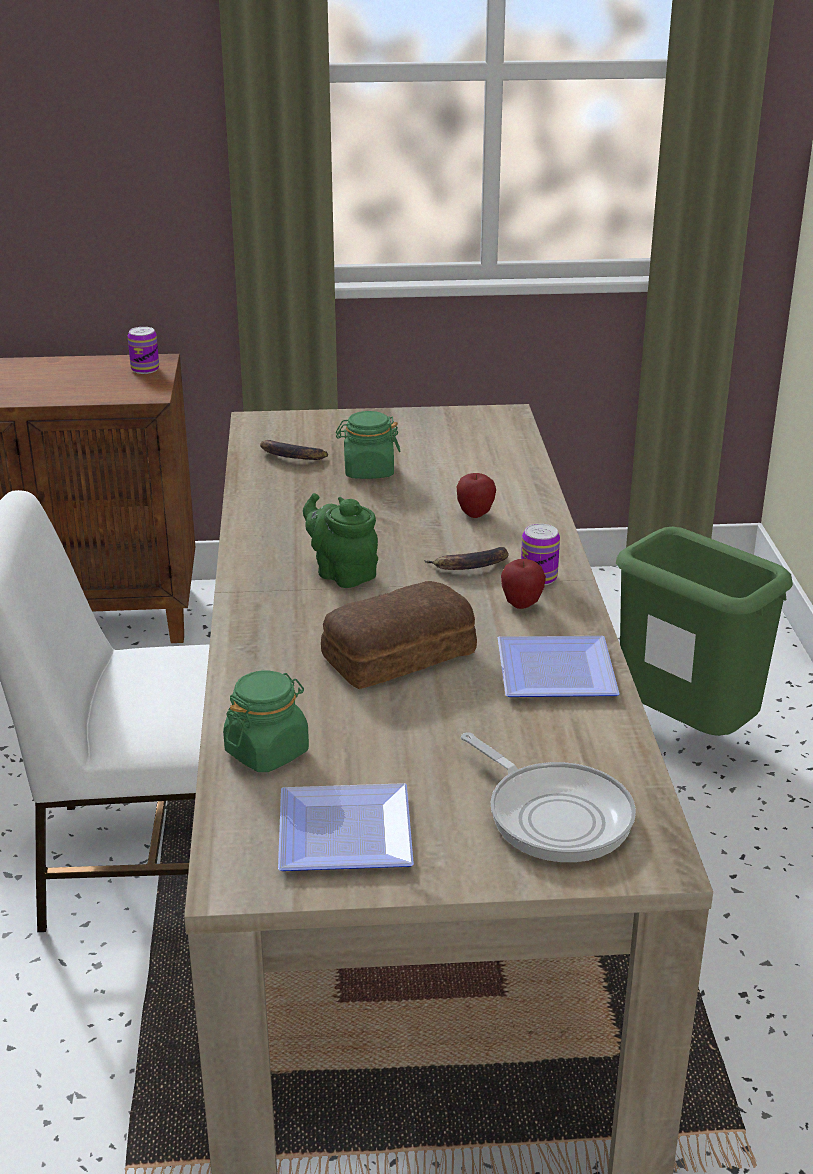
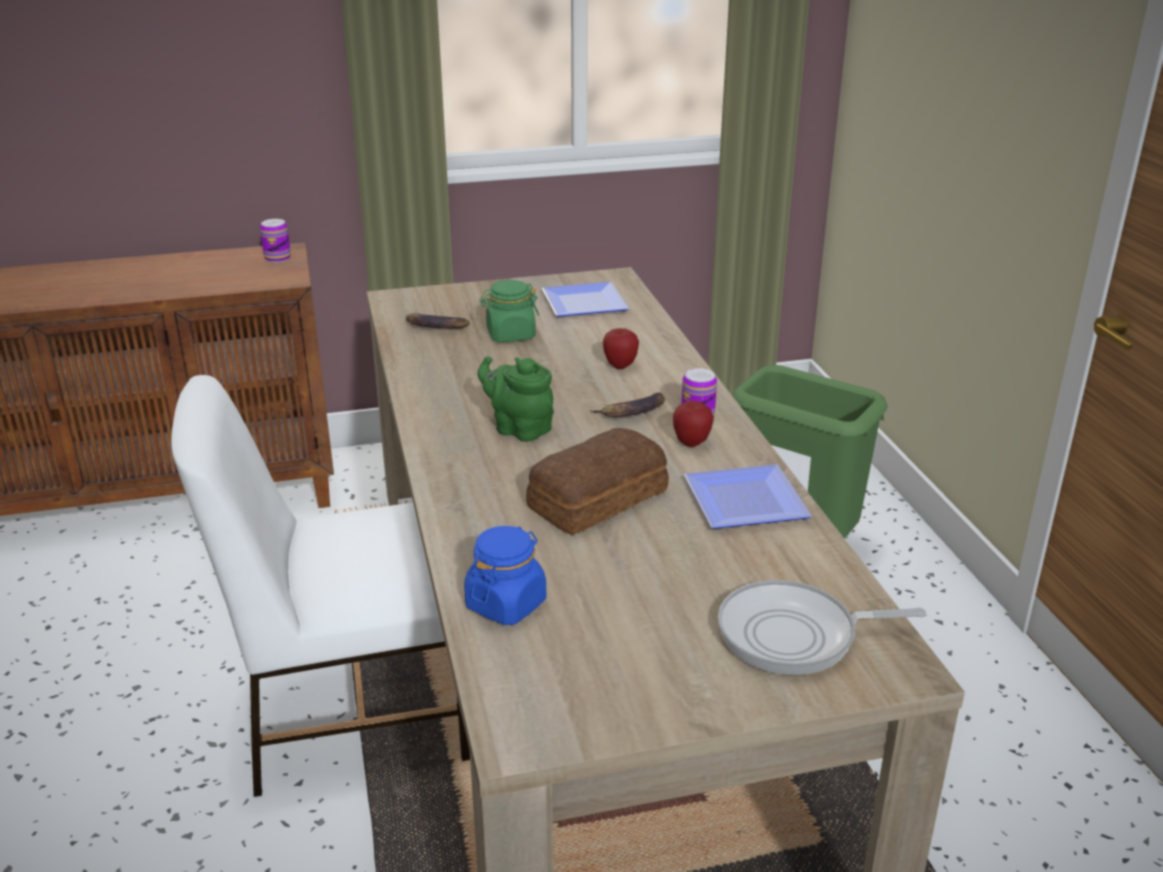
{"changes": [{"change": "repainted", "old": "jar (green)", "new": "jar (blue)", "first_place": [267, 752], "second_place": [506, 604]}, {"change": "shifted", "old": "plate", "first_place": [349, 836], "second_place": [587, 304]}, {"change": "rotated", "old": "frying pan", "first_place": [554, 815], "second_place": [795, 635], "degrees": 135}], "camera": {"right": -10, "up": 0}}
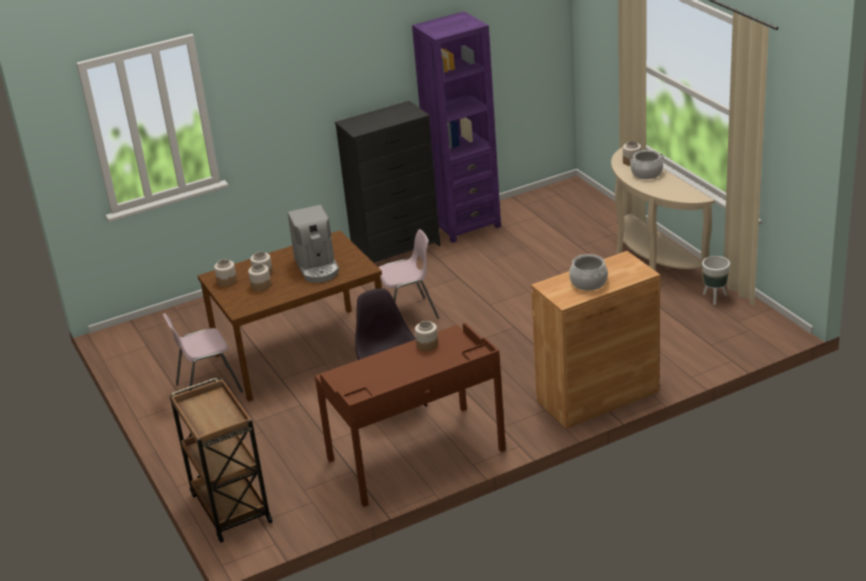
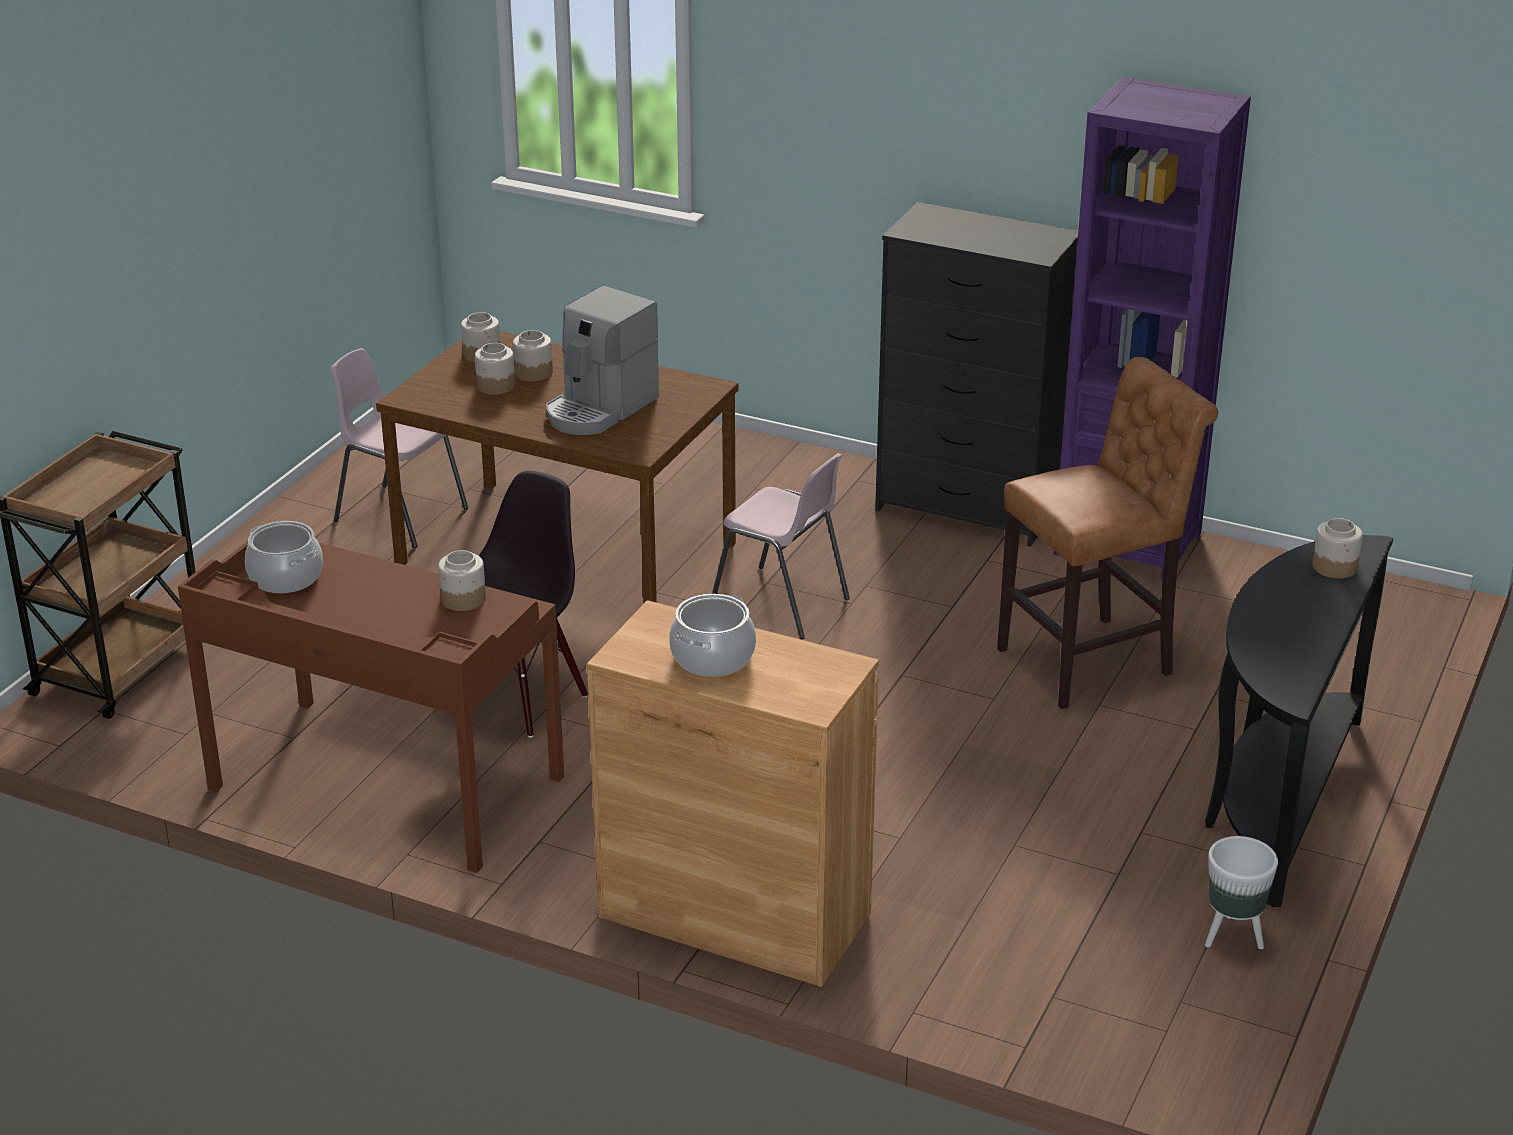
{"changes": [{"change": "repainted", "old": "console table (beige)", "new": "console table (black)", "first_place": [651, 259], "second_place": [1276, 799]}, {"change": "shifted", "old": "cooking pot", "first_place": [646, 173], "second_place": [285, 577]}, {"change": "new", "new": "stool (brown)", "second_place": [1093, 660]}], "camera": {"right": 50, "up": 0}}
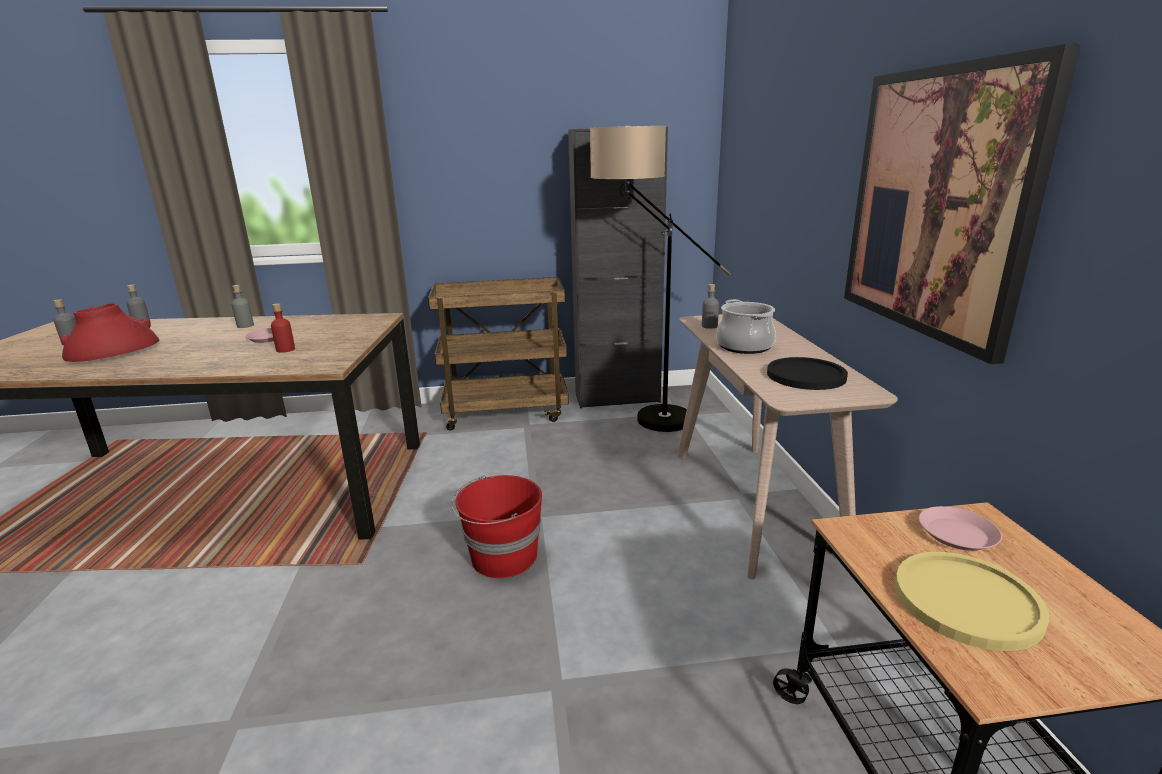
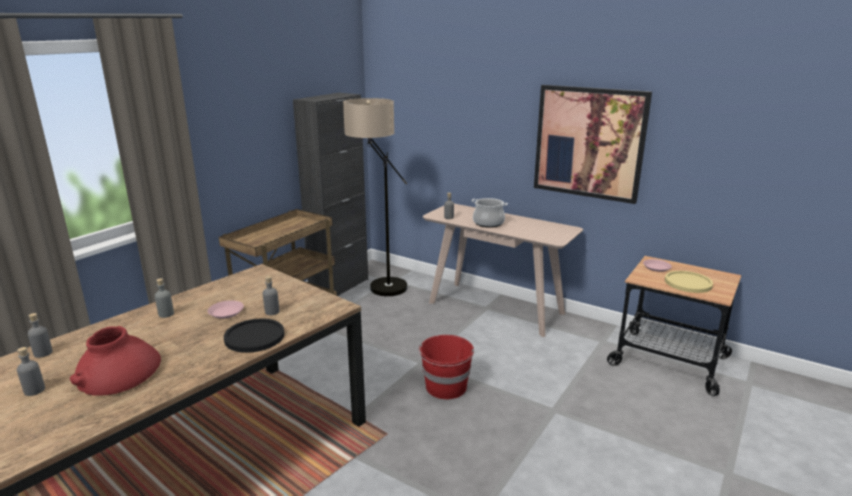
{"changes": [{"change": "repainted", "old": "bottle (red)", "new": "bottle (grey)", "first_place": [285, 349], "second_place": [272, 312]}, {"change": "shifted", "old": "plate (black)", "first_place": [806, 375], "second_place": [254, 337]}], "camera": {"right": -50, "up": 0}}
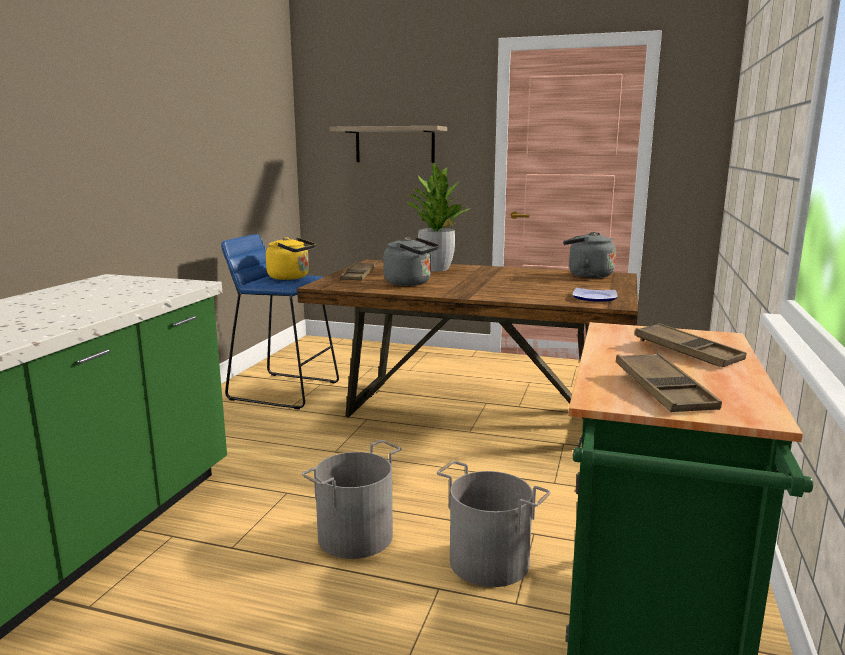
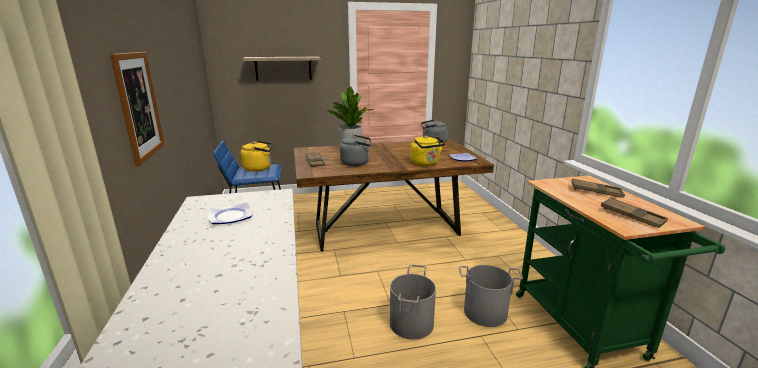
{"changes": [{"change": "new", "new": "picture", "second_place": [139, 106]}, {"change": "new", "new": "plate", "second_place": [231, 216]}, {"change": "new", "new": "kettle (yellow)", "second_place": [426, 163]}], "camera": {"right": -30, "up": 5}}
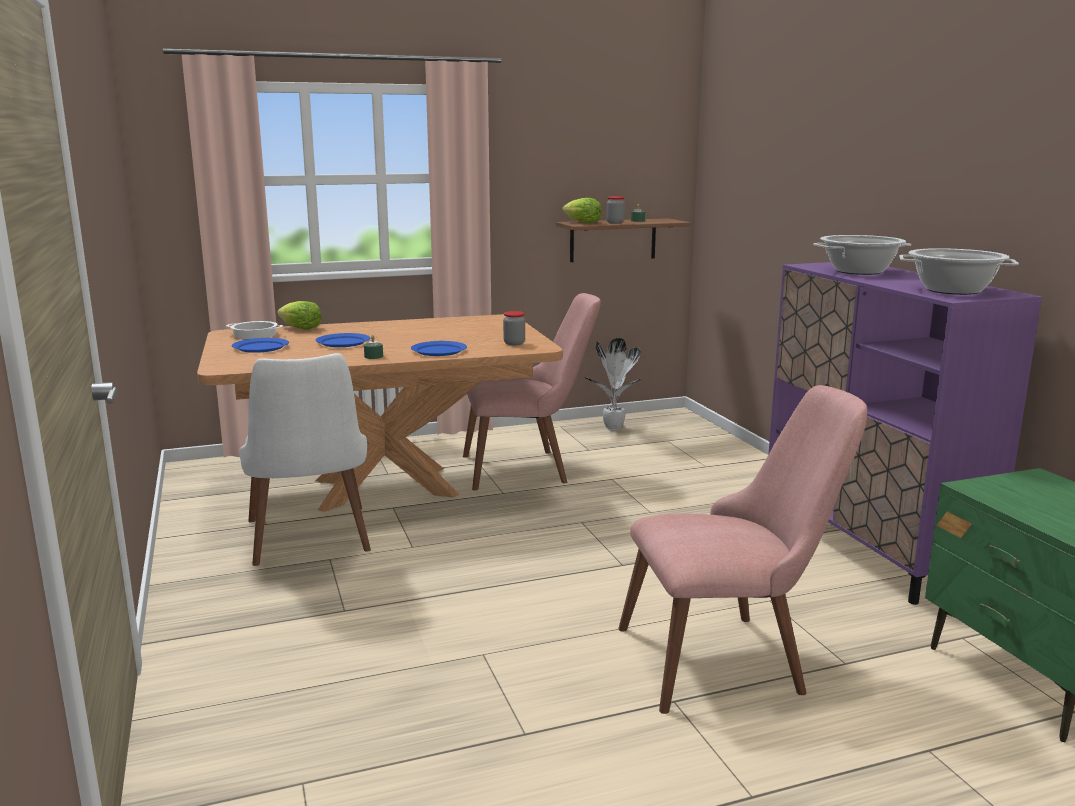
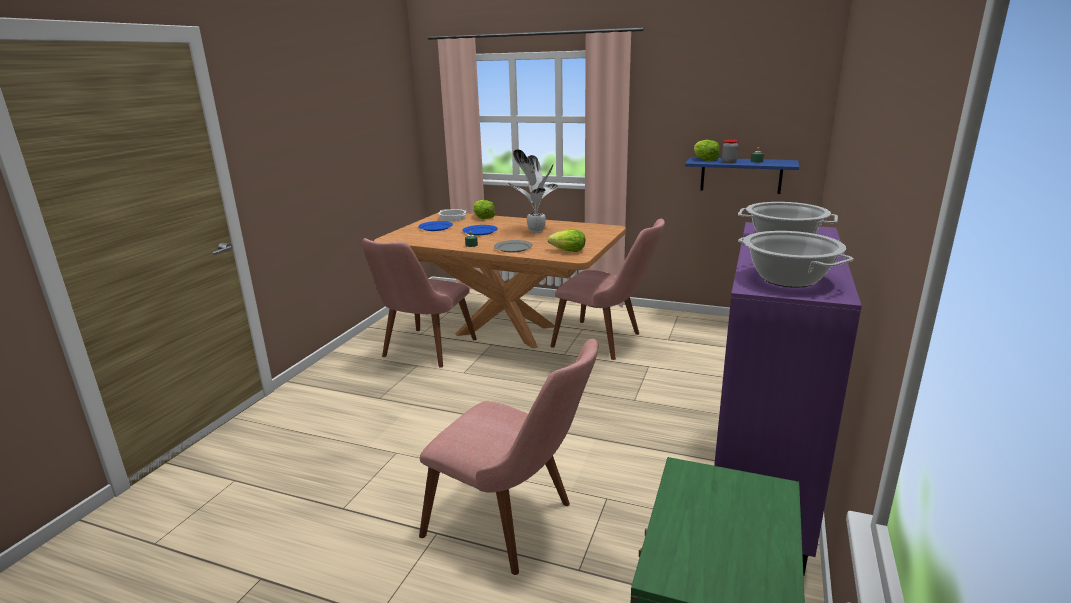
{"changes": [{"change": "repainted", "old": "chair (white)", "new": "chair (pink)", "first_place": [311, 542], "second_place": [423, 352]}, {"change": "repainted", "old": "plate (blue)", "new": "plate (grey)", "first_place": [439, 351], "second_place": [513, 248]}, {"change": "swapped", "old": "jar", "new": "lettuce", "first_place": [514, 343], "second_place": [568, 251]}, {"change": "repainted", "old": "shelf (brown)", "new": "shelf (blue)", "first_place": [613, 240], "second_place": [741, 175]}, {"change": "shifted", "old": "potted plant", "first_place": [613, 428], "second_place": [535, 231]}], "camera": {"right": 40, "up": 5}}
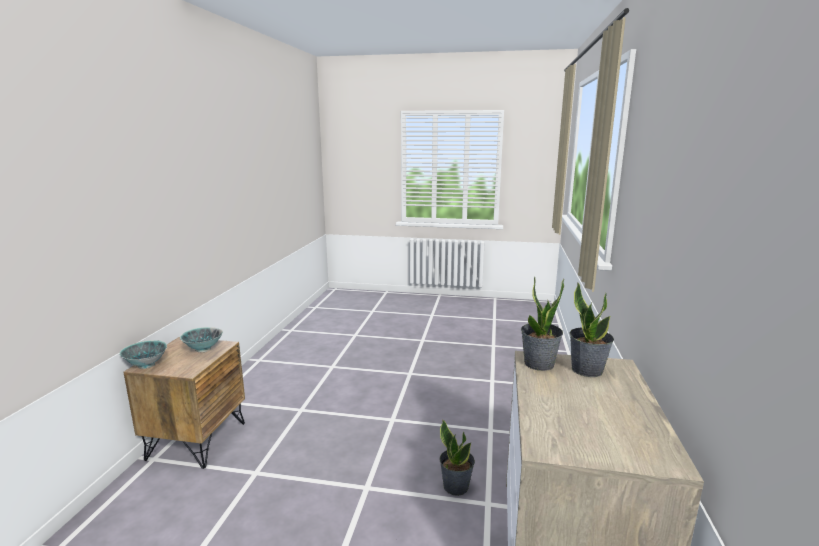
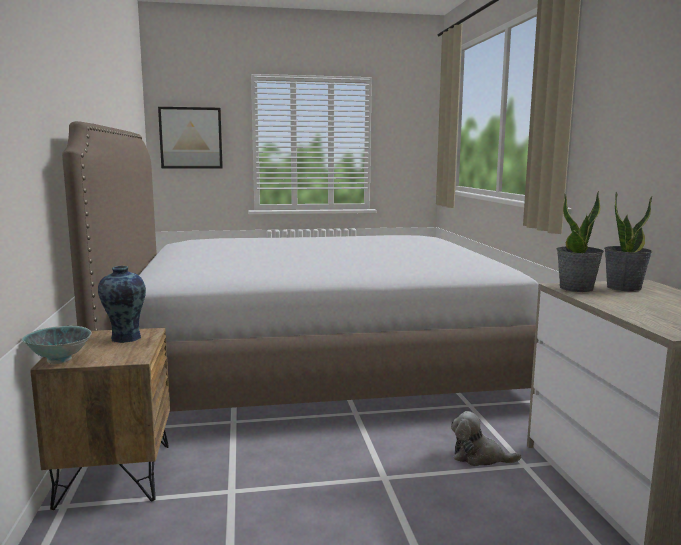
{"changes": [{"change": "swapped", "old": "bowl", "new": "vase", "first_place": [203, 350], "second_place": [125, 338]}, {"change": "swapped", "old": "potted plant", "new": "plush toy", "first_place": [456, 486], "second_place": [479, 457]}, {"change": "new", "new": "bed", "second_place": [317, 367]}, {"change": "new", "new": "picture", "second_place": [191, 138]}], "camera": {"right": -20, "up": -5}}
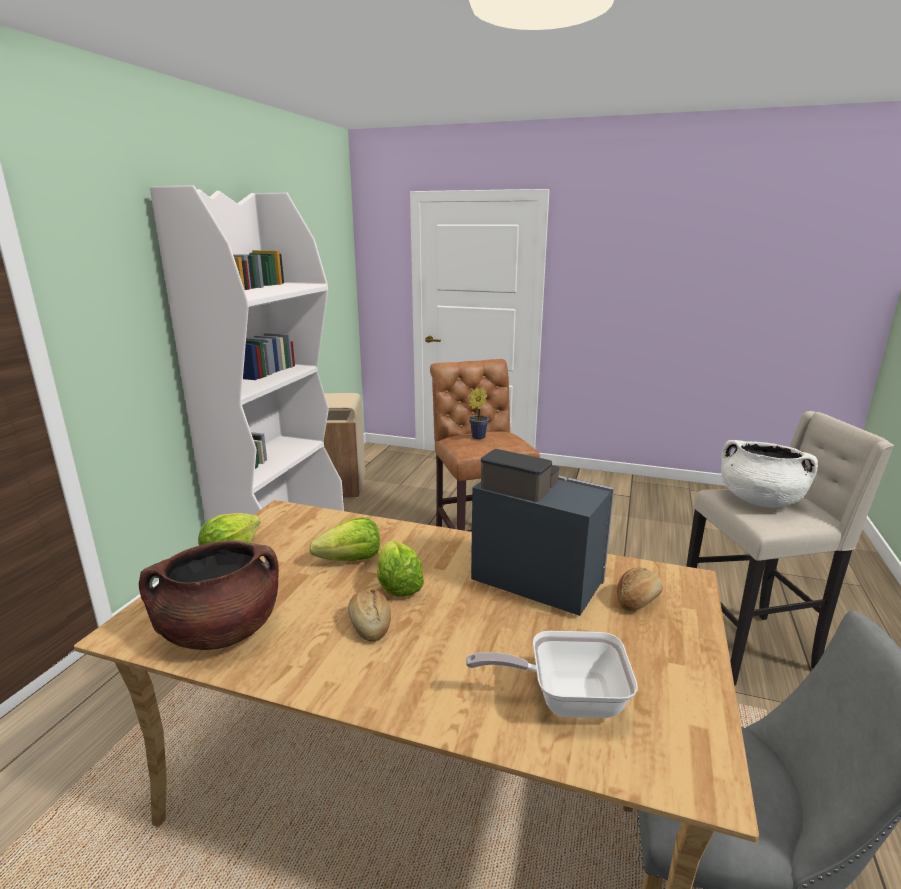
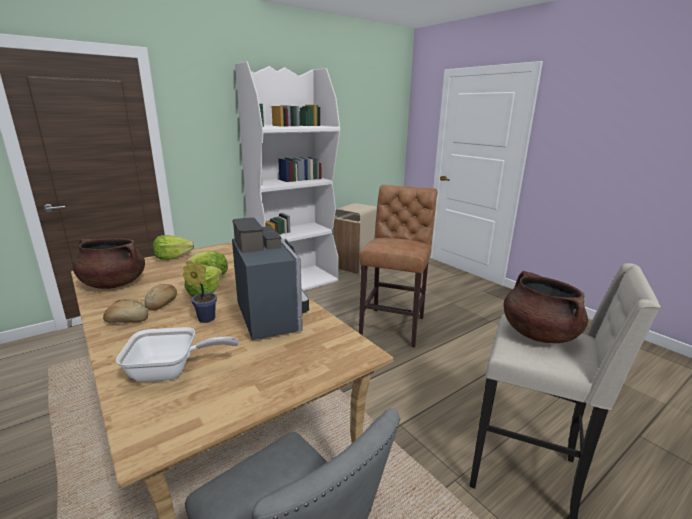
{"changes": [{"change": "rotated", "old": "frying pan", "first_place": [565, 698], "second_place": [171, 371], "degrees": 135}, {"change": "shifted", "old": "potted plant", "first_place": [476, 437], "second_place": [204, 318]}, {"change": "shifted", "old": "bread", "first_place": [637, 600], "second_place": [127, 320]}, {"change": "repainted", "old": "cooking pot (white)", "new": "cooking pot (brown)", "first_place": [759, 500], "second_place": [538, 334]}], "camera": {"right": 35, "up": 0}}
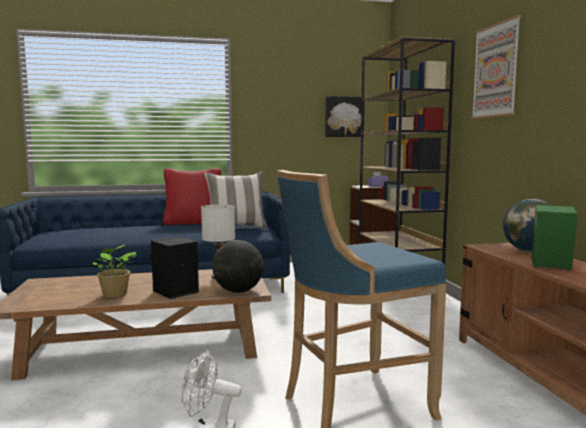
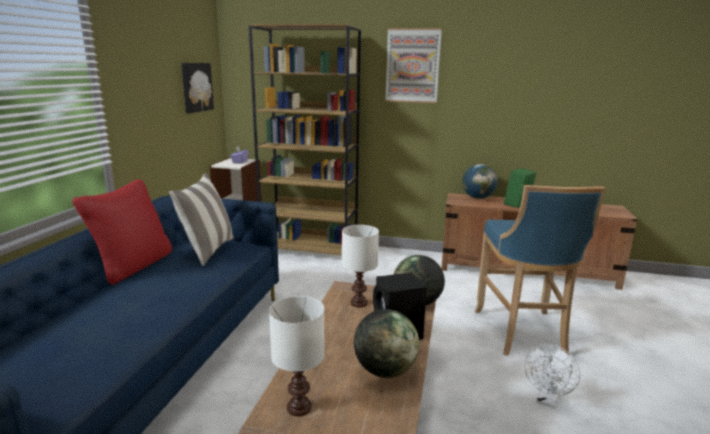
{"changes": [{"change": "swapped", "old": "potted plant", "new": "globe", "first_place": [114, 295], "second_place": [384, 371]}, {"change": "new", "new": "table lamp (white)", "second_place": [300, 408]}], "camera": {"right": -65, "up": 10}}
